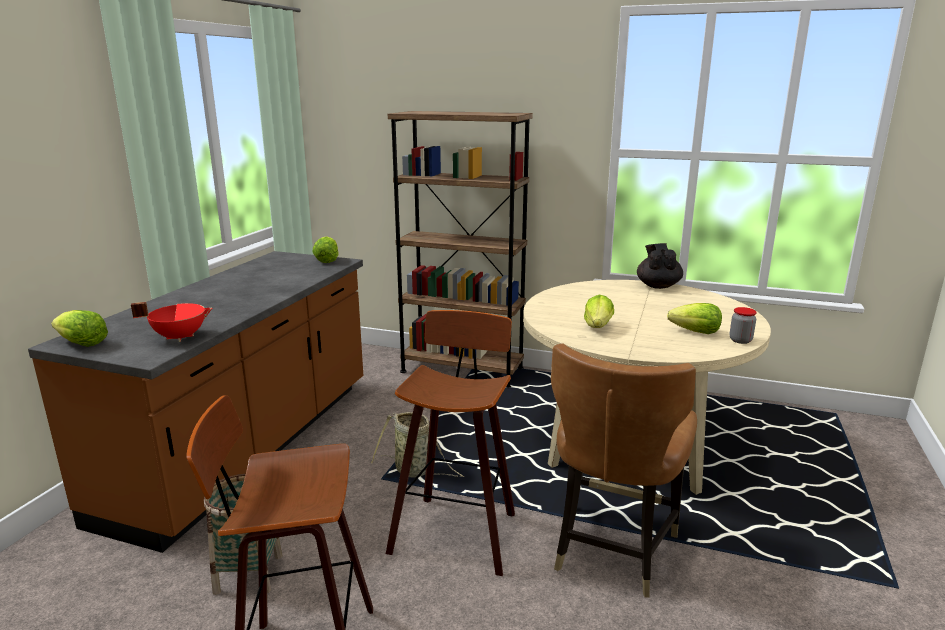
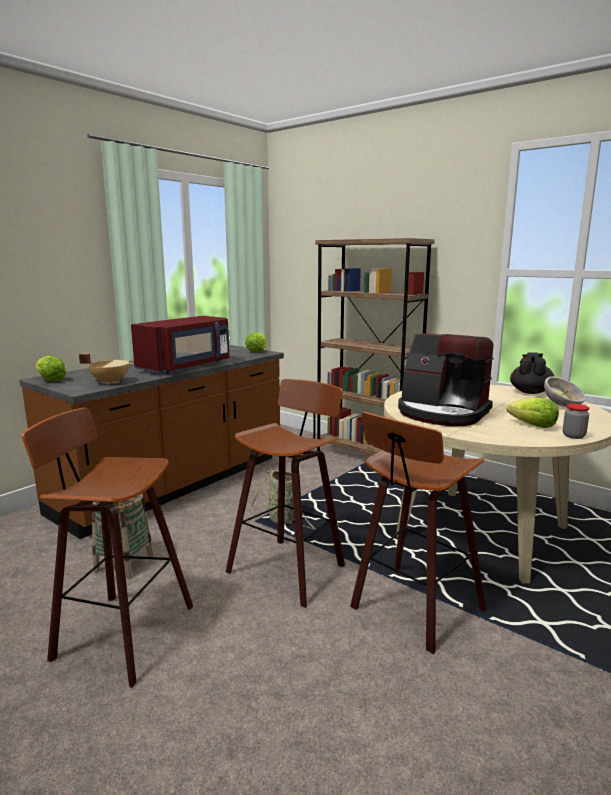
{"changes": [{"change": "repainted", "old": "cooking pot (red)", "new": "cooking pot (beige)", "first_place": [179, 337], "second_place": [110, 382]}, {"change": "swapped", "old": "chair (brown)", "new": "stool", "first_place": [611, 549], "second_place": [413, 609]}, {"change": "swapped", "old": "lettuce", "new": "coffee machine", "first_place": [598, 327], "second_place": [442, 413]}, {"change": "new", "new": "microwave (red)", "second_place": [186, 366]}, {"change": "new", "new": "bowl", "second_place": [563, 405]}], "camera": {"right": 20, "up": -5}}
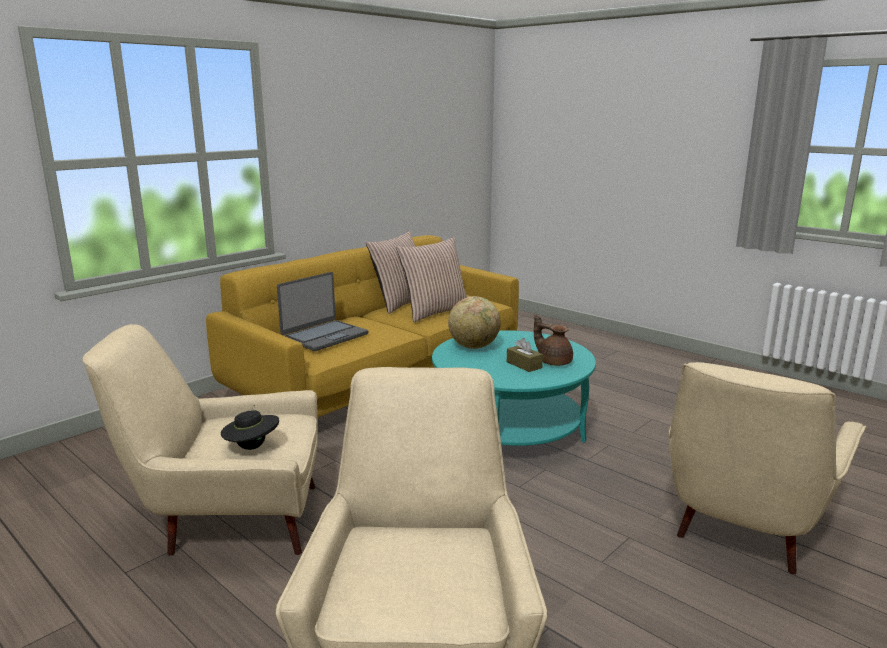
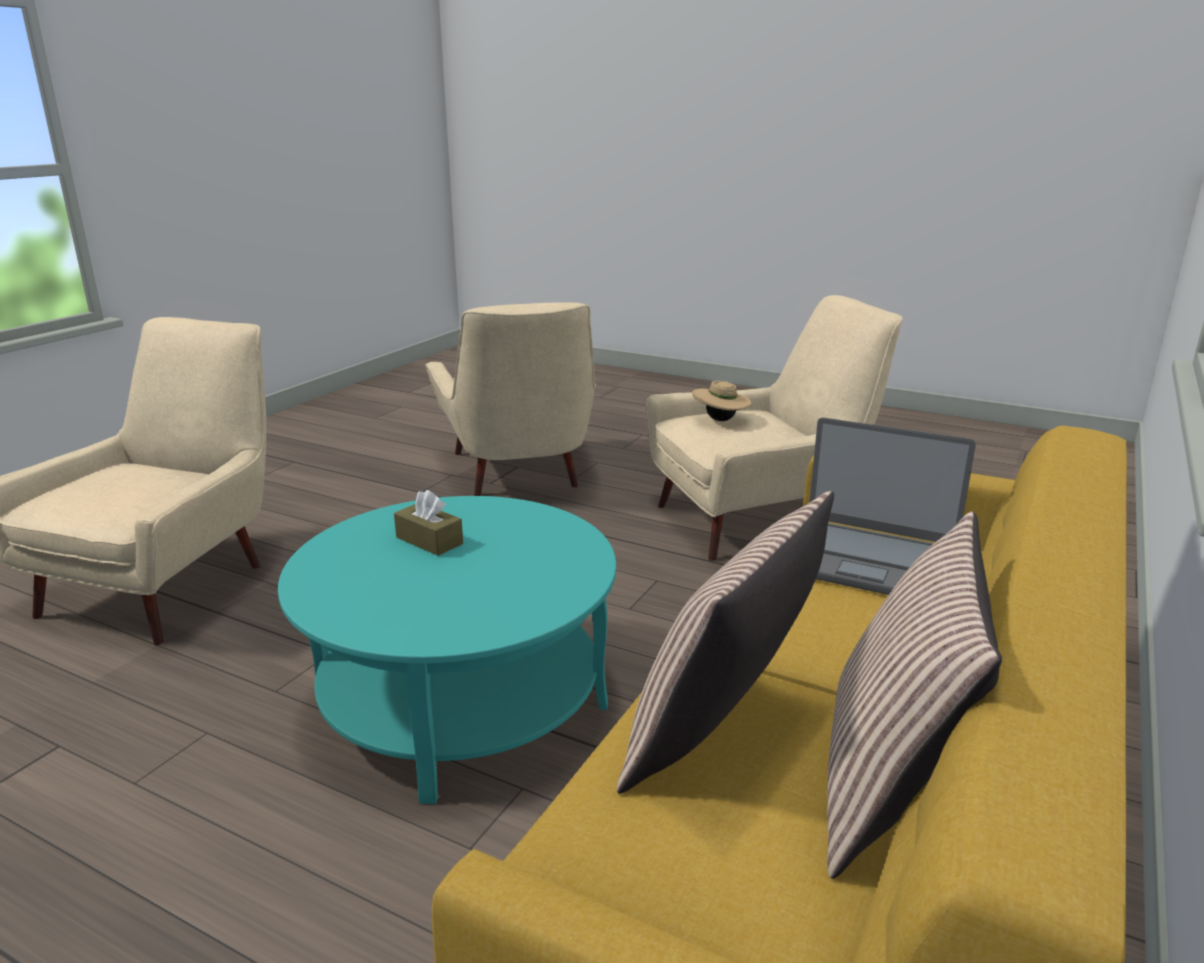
{"changes": [{"change": "repainted", "old": "hat (black)", "new": "hat (beige)", "first_place": [252, 447], "second_place": [720, 420]}, {"change": "rotated", "old": "laptop", "first_place": [324, 336], "second_place": [869, 562], "degrees": -90}, {"change": "gone", "old": "globe", "first_place": [474, 346]}, {"change": "gone", "old": "teapot (brown)", "first_place": [553, 361]}], "camera": {"right": 165, "up": 5}}
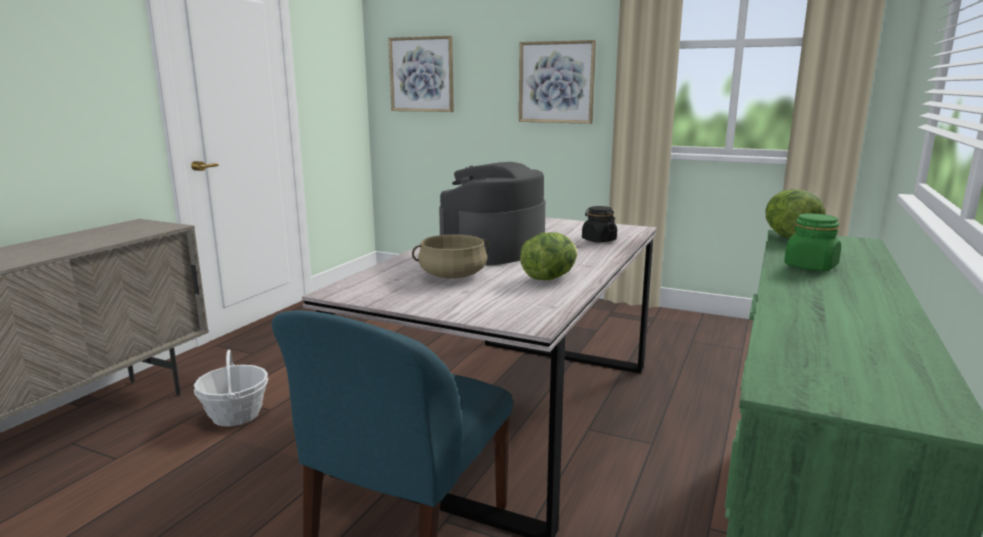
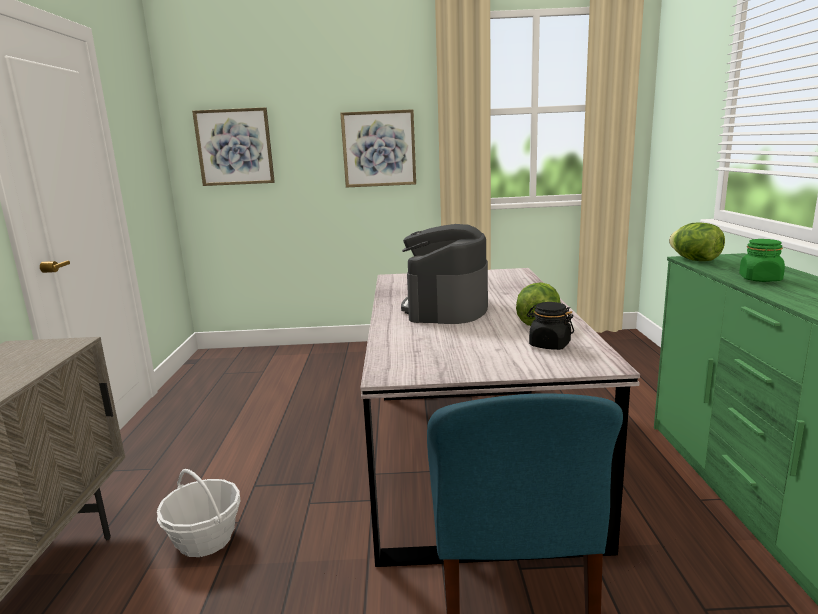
{"changes": [{"change": "gone", "old": "cooking pot (beige)", "first_place": [453, 275]}, {"change": "shifted", "old": "jar (black)", "first_place": [598, 240], "second_place": [549, 345]}], "camera": {"right": -25, "up": 0}}
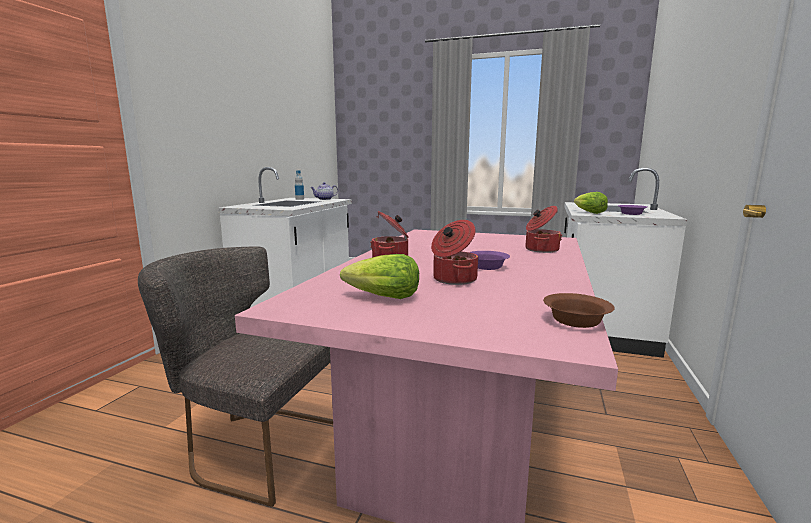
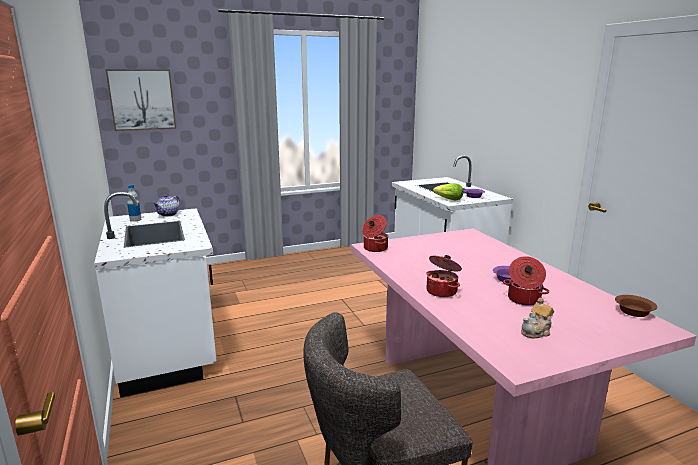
{"changes": [{"change": "swapped", "old": "lettuce", "new": "teapot", "first_place": [383, 297], "second_place": [536, 332]}, {"change": "shifted", "old": "cooking pot", "first_place": [540, 249], "second_place": [374, 248]}, {"change": "new", "new": "picture", "second_place": [142, 99]}], "camera": {"right": -40, "up": 5}}
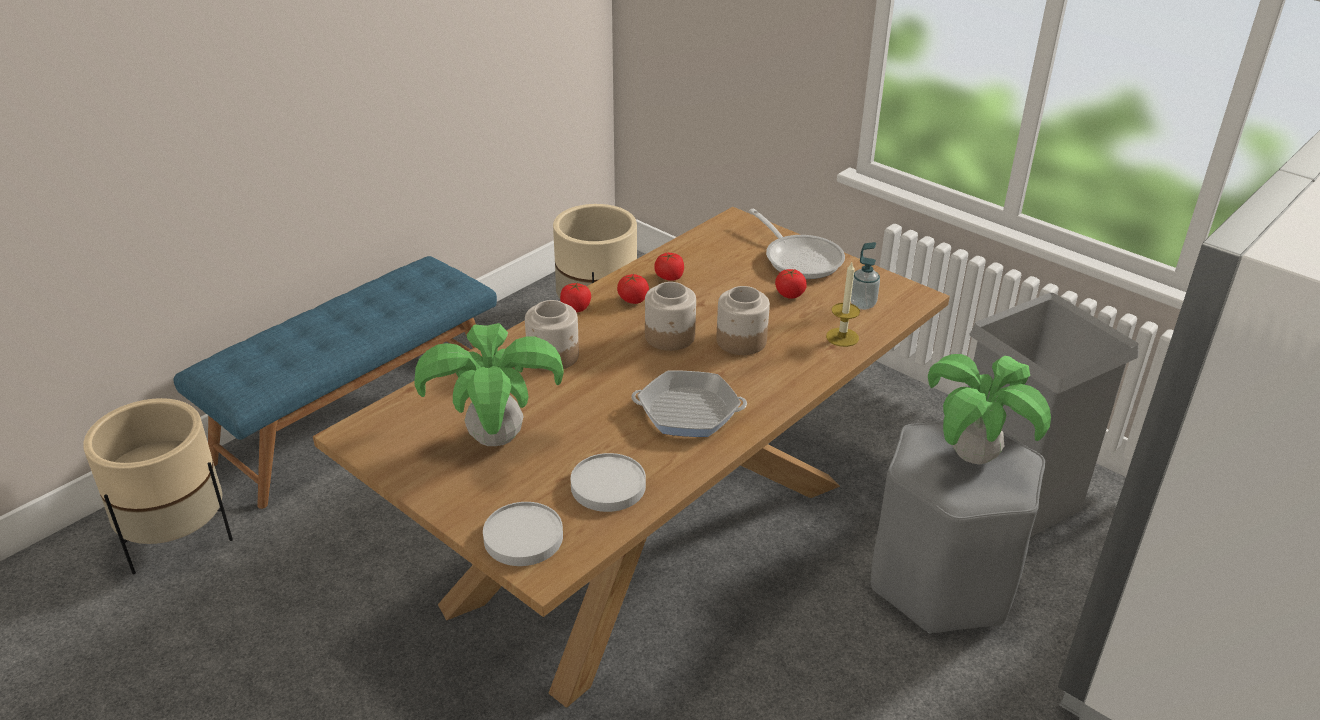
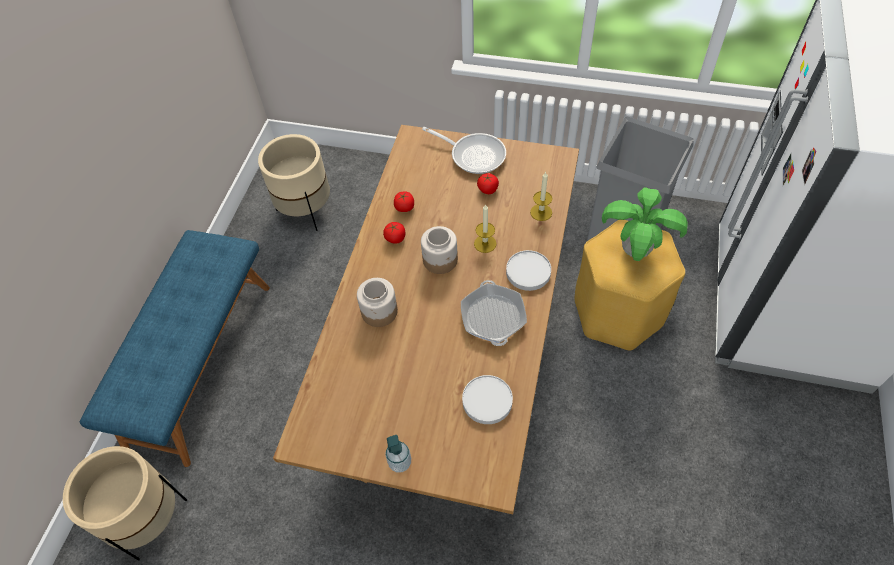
{"changes": [{"change": "gone", "old": "potted plant", "first_place": [496, 438]}, {"change": "shifted", "old": "plate (white)", "first_place": [522, 538], "second_place": [528, 272]}, {"change": "gone", "old": "tomato", "first_place": [575, 308]}, {"change": "rotated", "old": "frying pan", "first_place": [688, 411], "second_place": [493, 317], "degrees": 105}, {"change": "swapped", "old": "jar", "new": "candle", "first_place": [740, 341], "second_place": [485, 243]}, {"change": "shifted", "old": "soap dispenser", "first_place": [862, 304], "second_place": [400, 463]}, {"change": "repainted", "old": "stool (grey)", "new": "stool (yellow)", "first_place": [941, 582], "second_place": [617, 313]}], "camera": {"right": -25, "up": 20}}
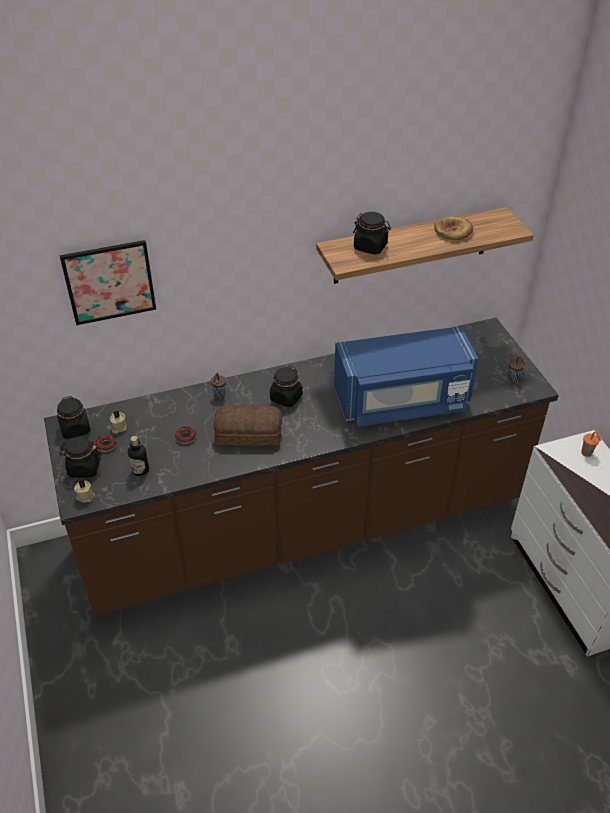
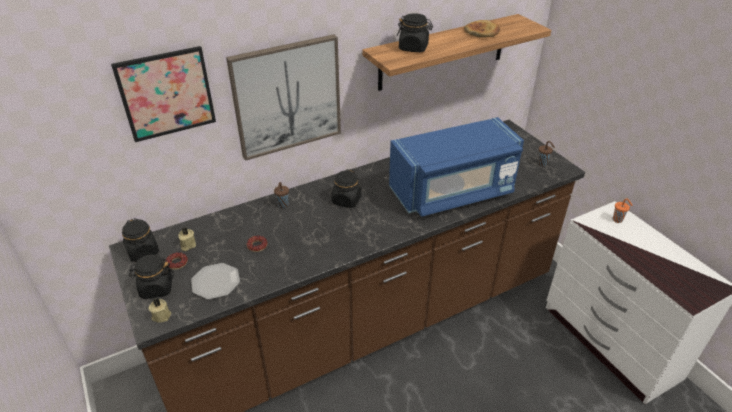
{"changes": [{"change": "swapped", "old": "bottle", "new": "plate", "first_place": [140, 470], "second_place": [216, 282]}, {"change": "gone", "old": "bread", "first_place": [249, 434]}, {"change": "new", "new": "picture", "second_place": [287, 97]}], "camera": {"right": -10, "up": -5}}
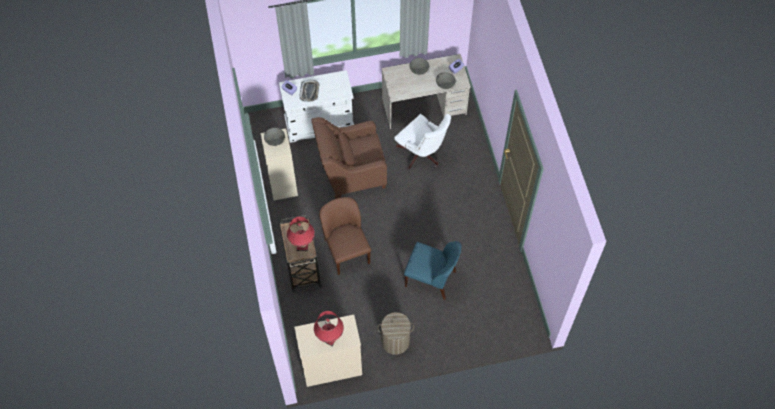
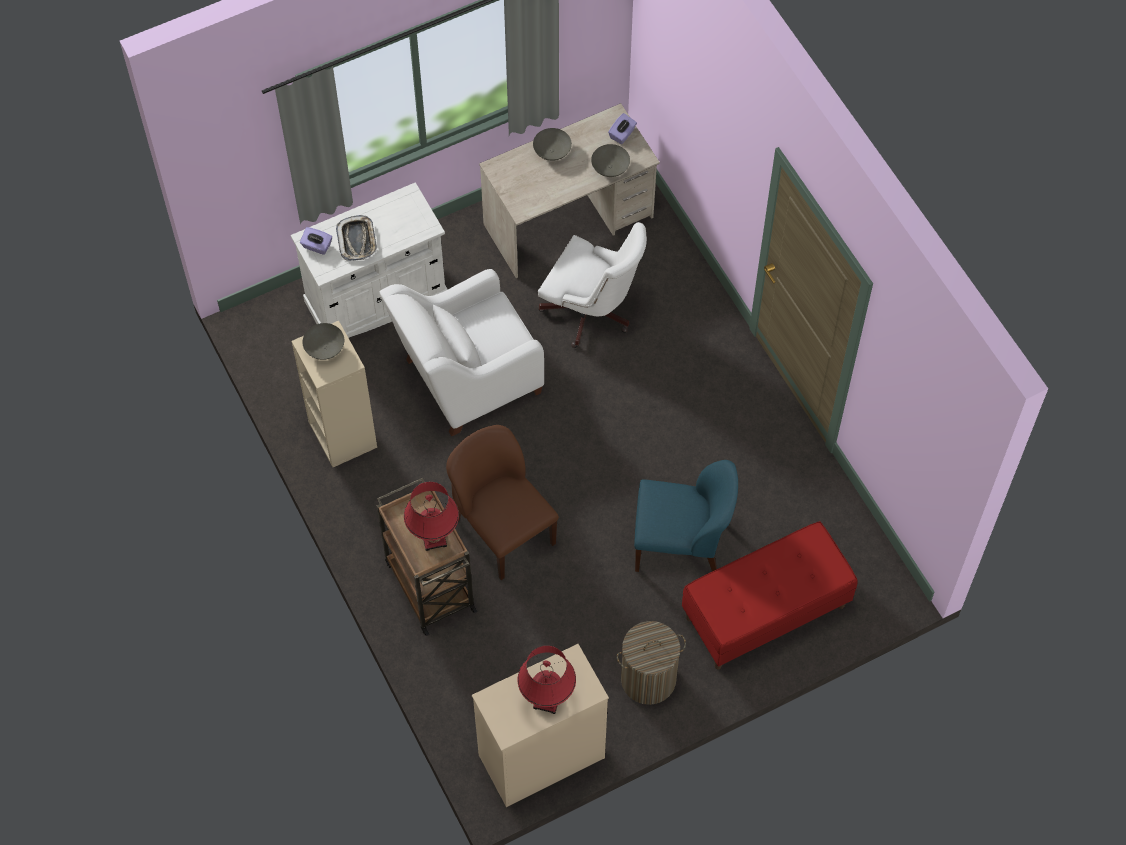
{"changes": [{"change": "repainted", "old": "armchair (brown)", "new": "armchair (white)", "first_place": [351, 172], "second_place": [466, 379]}, {"change": "new", "new": "bench (red)", "second_place": [765, 612]}], "camera": {"right": -15, "up": 0}}
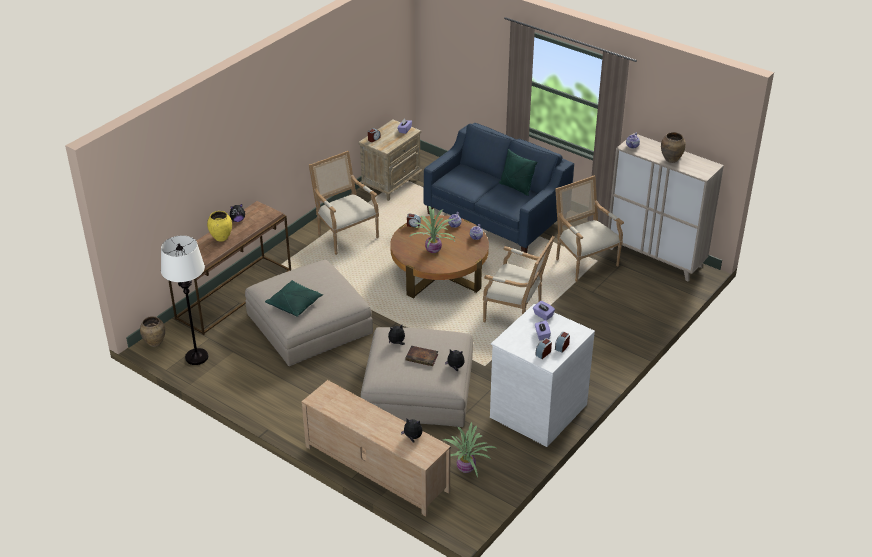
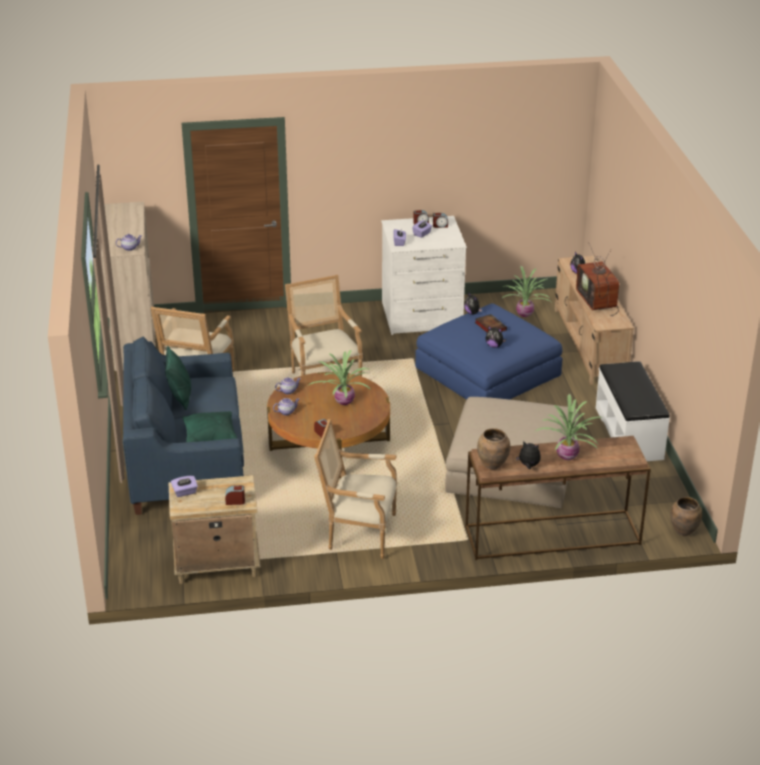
{"changes": [{"change": "gone", "old": "floor lamp (white)", "first_place": [196, 357]}, {"change": "swapped", "old": "vase (yellow)", "new": "potted plant", "first_place": [221, 238], "second_place": [568, 456]}, {"change": "shifted", "old": "pillow (green)", "first_place": [294, 304], "second_place": [209, 436]}, {"change": "rotated", "old": "armchair", "first_place": [345, 235], "second_place": [358, 533], "degrees": 90}, {"change": "repainted", "old": "ottoman (beige)", "new": "ottoman (blue)", "first_place": [418, 388], "second_place": [487, 371]}, {"change": "shifted", "old": "vase (brown)", "first_place": [671, 160], "second_place": [492, 465]}, {"change": "new", "new": "television", "second_place": [598, 301]}, {"change": "new", "new": "bench (white)", "second_place": [629, 433]}], "camera": {"right": -135, "up": -5}}
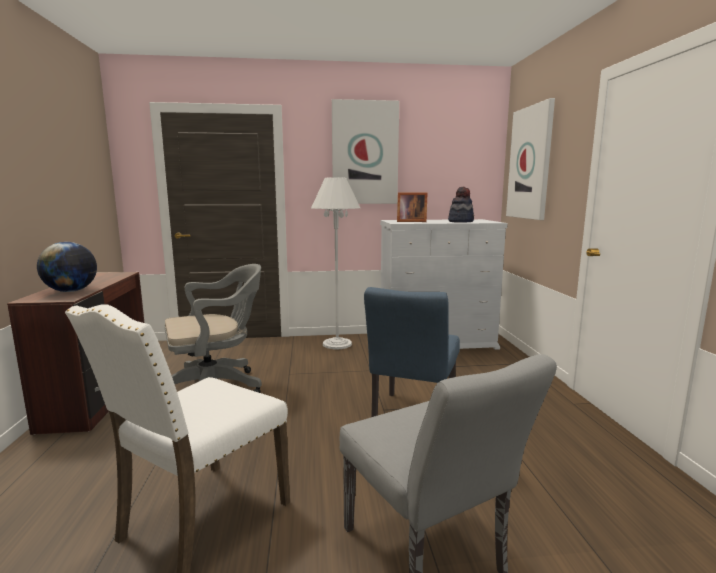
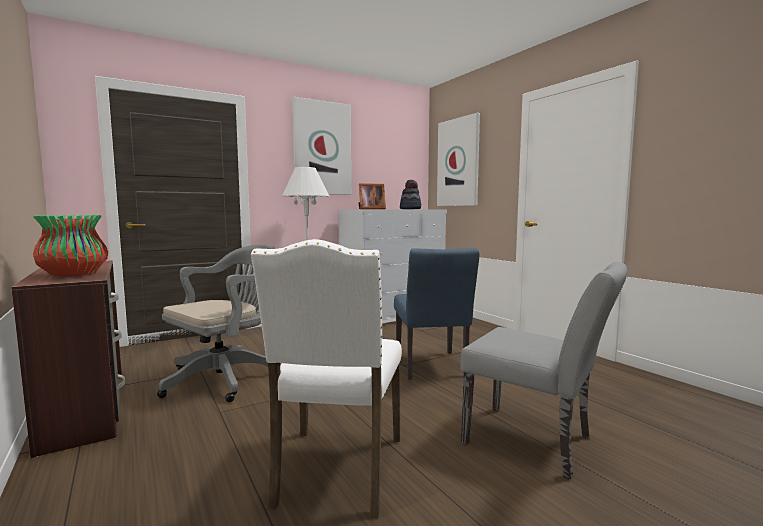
{"changes": [{"change": "swapped", "old": "globe", "new": "vase", "first_place": [71, 291], "second_place": [74, 274]}], "camera": {"right": -25, "up": -5}}
